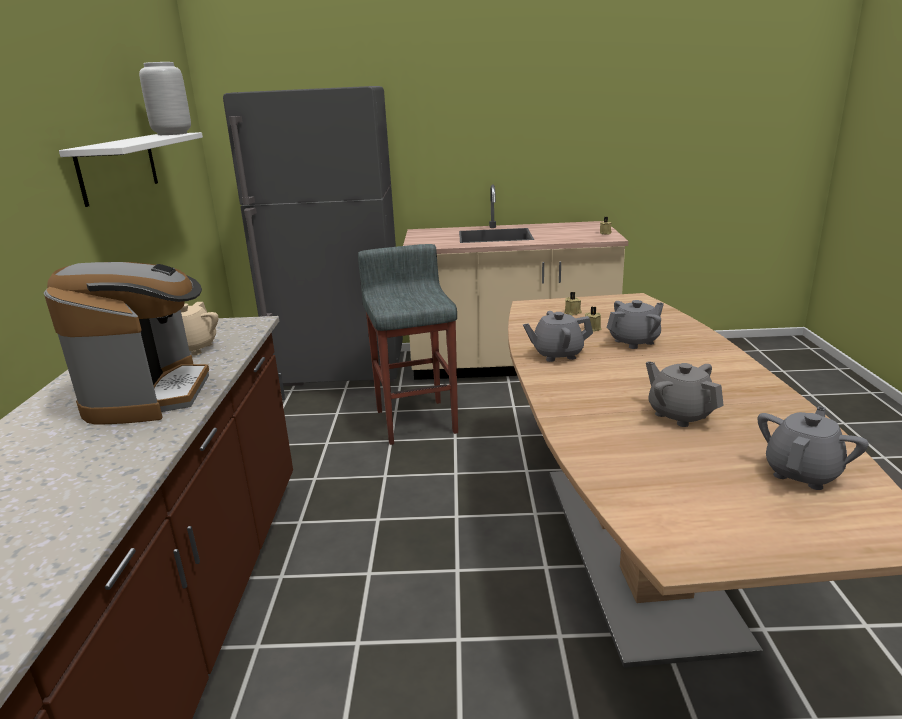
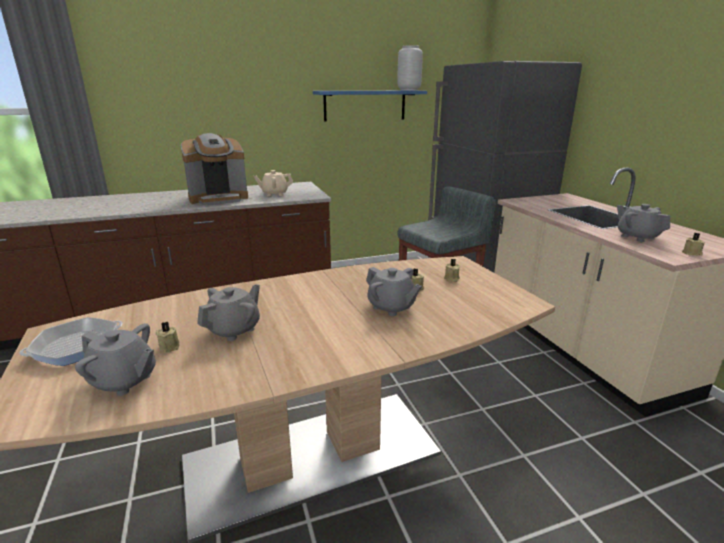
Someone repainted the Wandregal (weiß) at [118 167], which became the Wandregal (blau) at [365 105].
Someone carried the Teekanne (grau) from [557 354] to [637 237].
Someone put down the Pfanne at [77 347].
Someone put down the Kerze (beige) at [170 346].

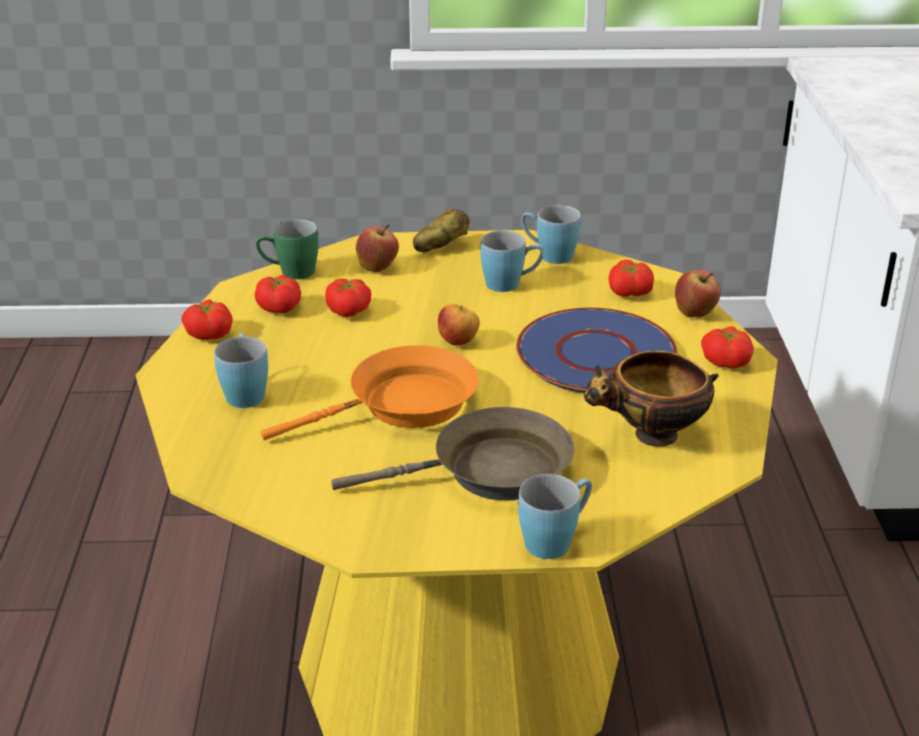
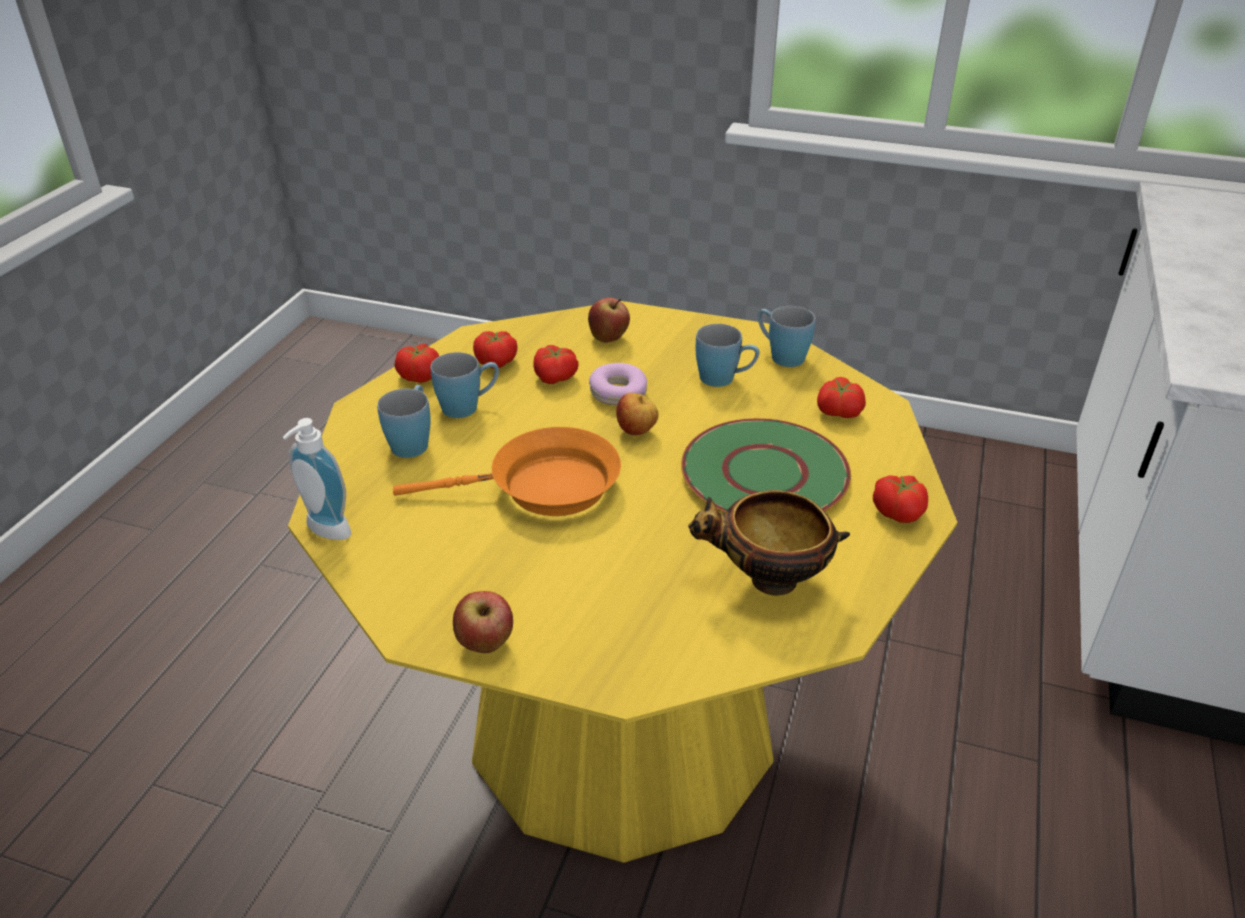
Someone took away the Kartoffel at [440 247].
Someone took away the Henkelbecher (grün) at [289 273].
Someone carried the Apfel from [695 314] to [485 645].
Someone repainted the Teller (blau) at [596 355], which became the Teller (grün) at [765 474].
Someone took away the Pfanne (braun) at [490 472].
Someone carried the Henkelbecher (blau) from [556 539] to [468 406].
Someone put down the Donut at [618 393].
Someone put down the Seifenspender at [324 532].

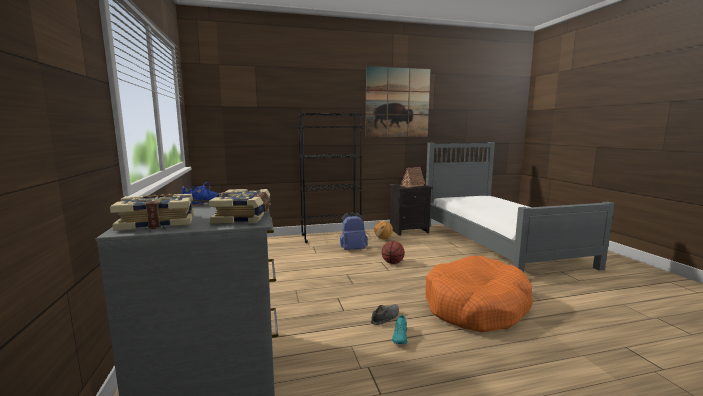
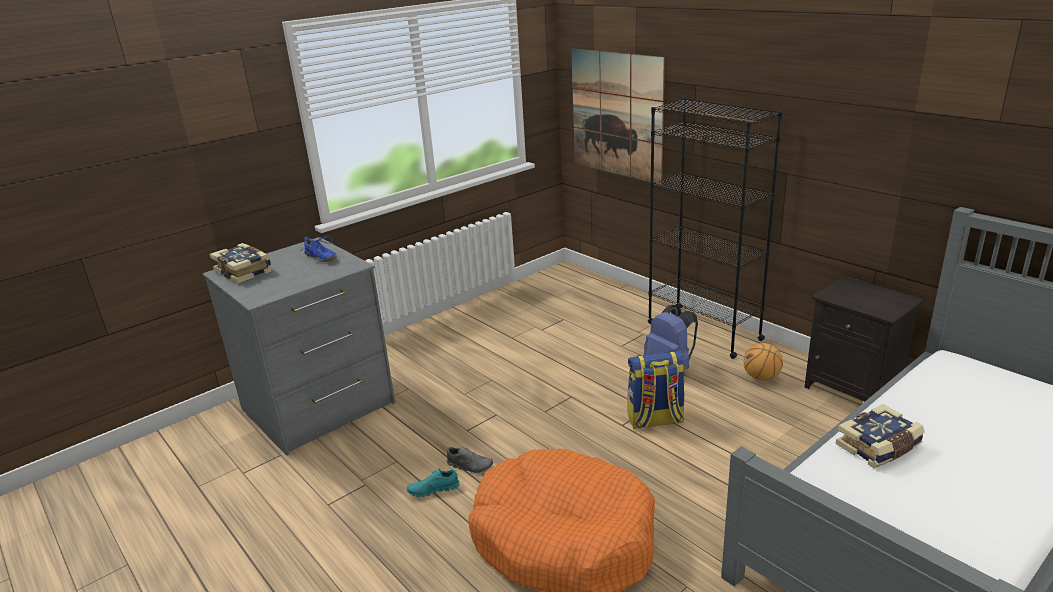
Someone carried the Bild from [397 103] to [616 114].
Someone took away the Spielzeughaus at [412 185].
Someone carried the Buch from [244 217] to [879 447].
Someone swapped the Basketball at [392 263] for the Rucksack at [655 420].

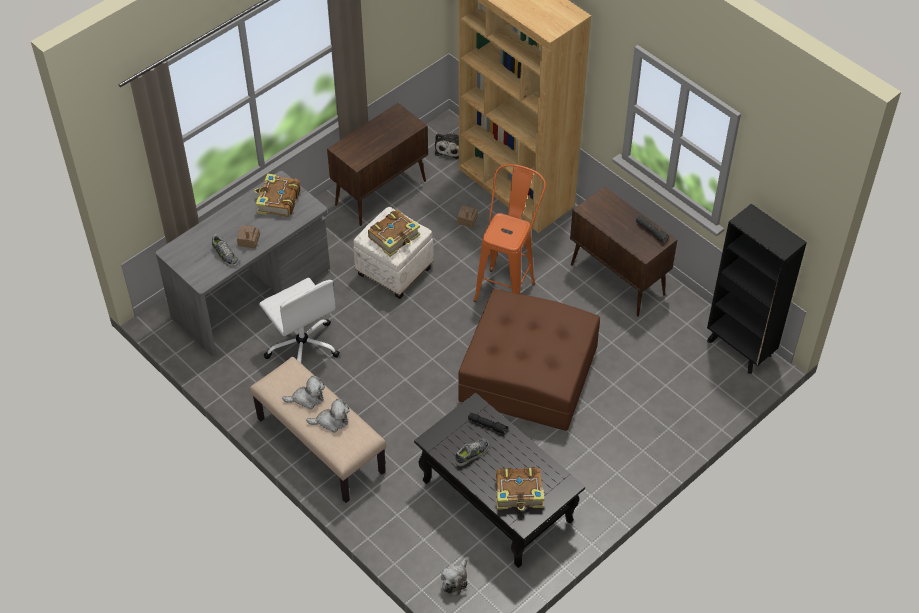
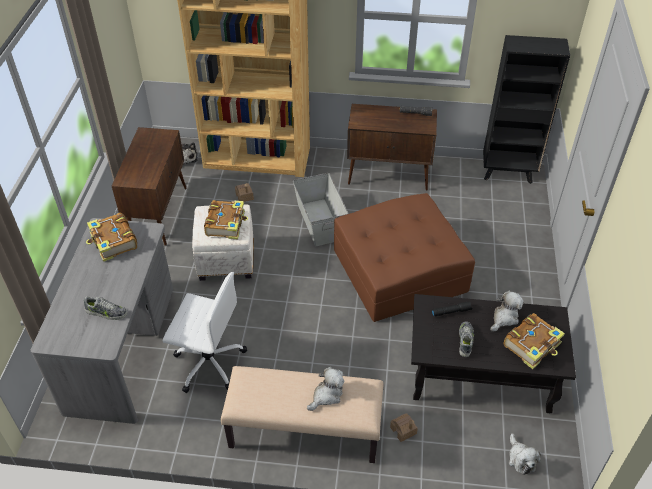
Someone swapped the Hocker (orange) at [508 285] for the Aufbewahrungsbox (grau) at [320 221].
Someone carried the Spielzeughaus from [249 240] to [403 430].
Someone carried the Plüschtier from [307 398] to [504 318].

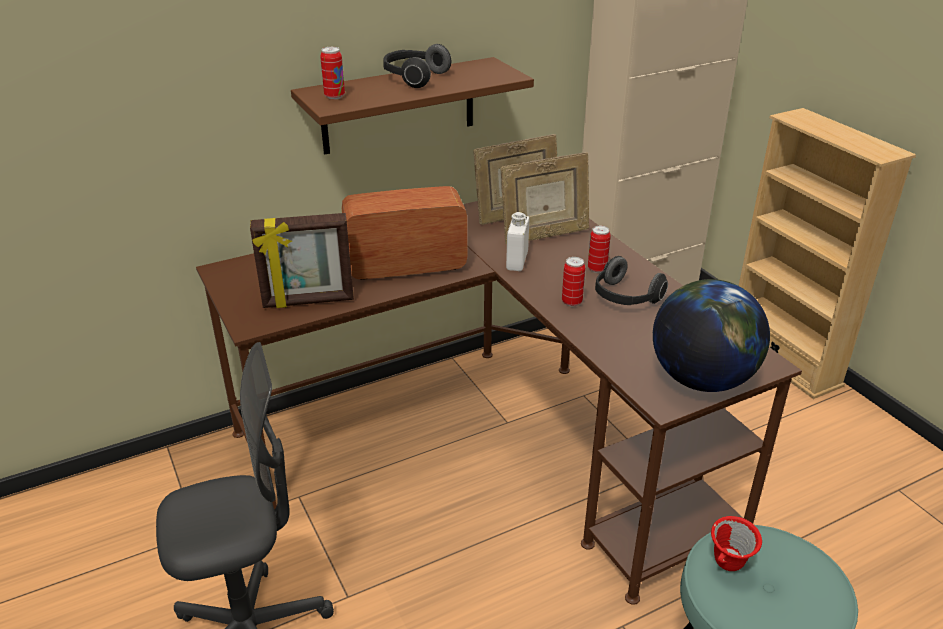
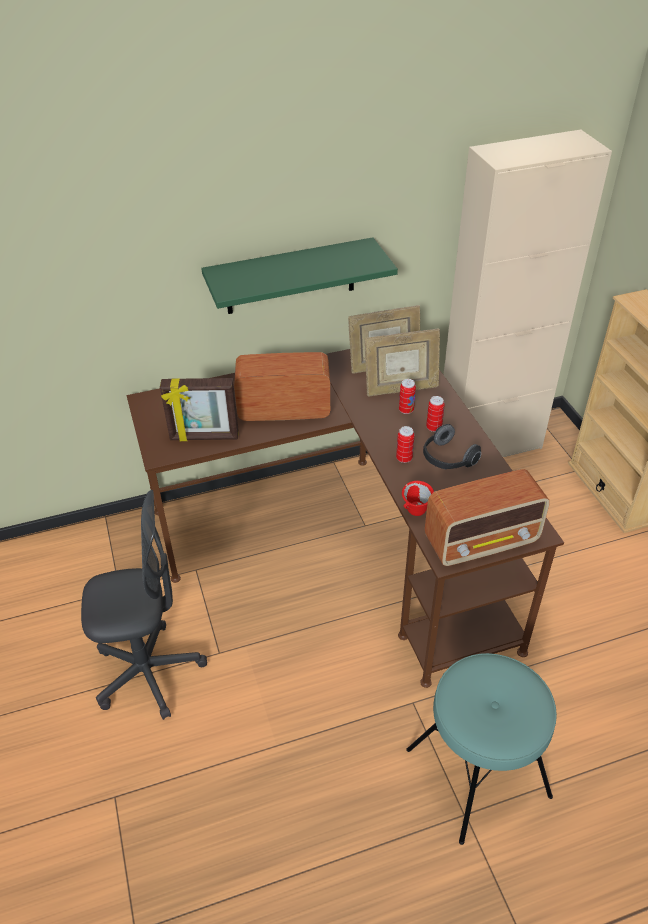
Someone took away the Kopfhörer at [414 78].
Someone carried the Dose from [334 96] to [406 410].
Someone repainted the Wandregal (braun) at [398 106], which became the Wandregal (grün) at [290 277].
Someone took away the Flasche (weiß) at [517 261].
Someone swapped the Globus at [701 379] for the Radio at [482 541].
Someone carried the Henkelbecher (rot) from [728 567] to [415 513].

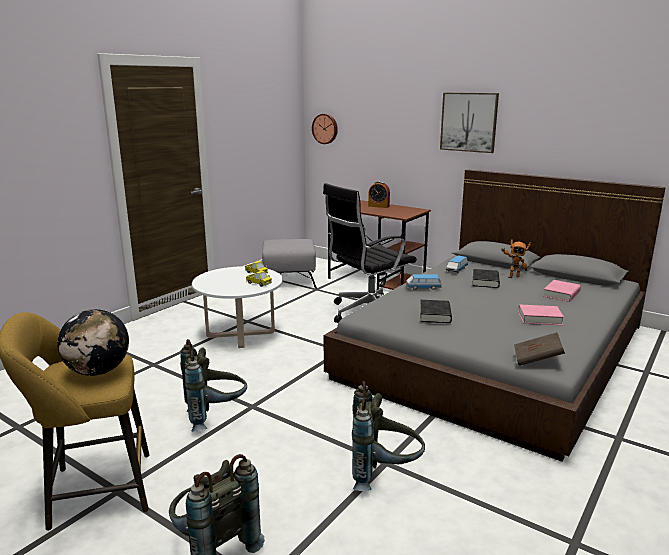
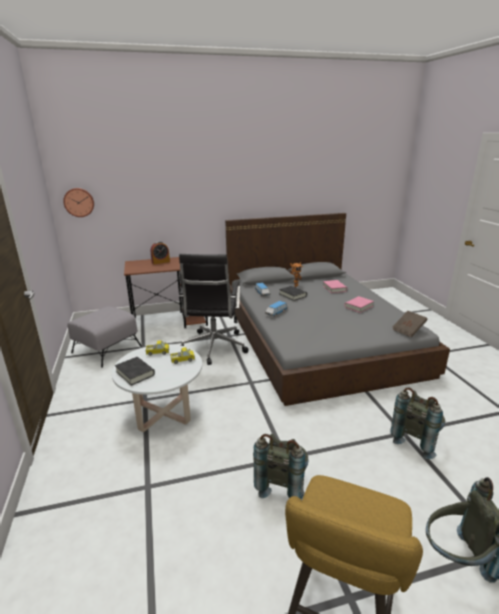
Someone took away the Bild at [469 122].
Someone carried the Buch (schwarz) from [435 315] to [135 373].
Someone took away the Globus at [98 371].

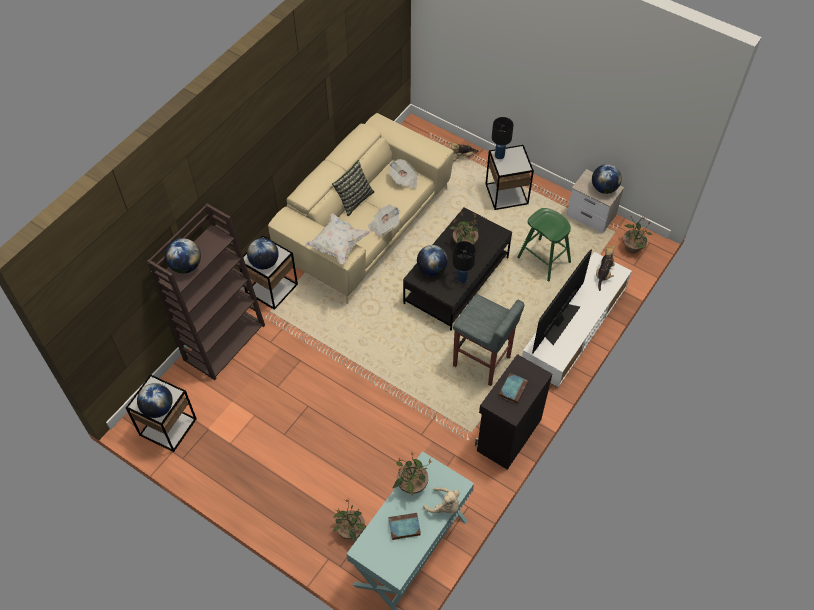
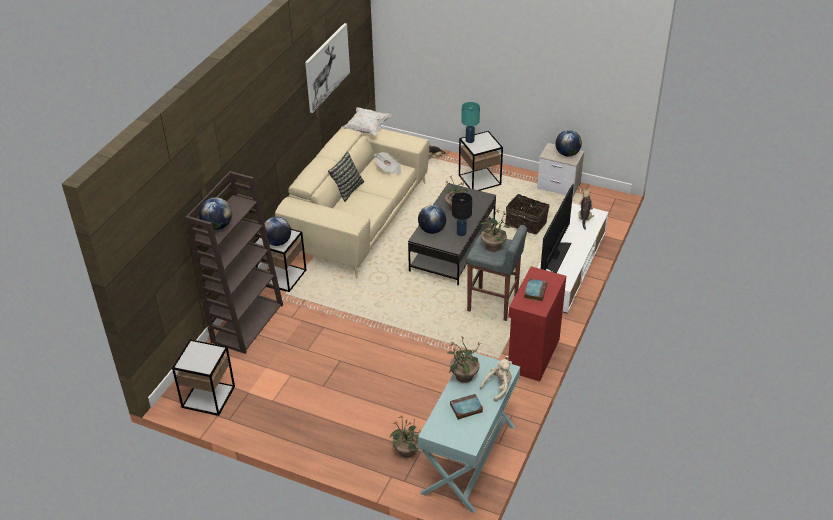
Someone repainted the Tischlampe (schwarz) at [499 156], which became the Tischlampe (türkis) at [470 140].
Someone took away the Zeitung at [384 226].
Someone swapped the Hocker (grün) at [543 259] for the Korb at [526 222].
Someone carried the Kissen (weiß) from [338 245] to [366 129].
Someone carried the Topfpflanze from [632 247] to [493 246].
Someone repainted the Schrank (schwarz) at [507 435], which became the Schrank (rot) at [532 355].
Someone took away the Globus at [158 408].
Someone rotated the Plüschtier (beige) at [444 506] by 60 degrees counterclockwise.
Someone put up the Bild at [327 67].

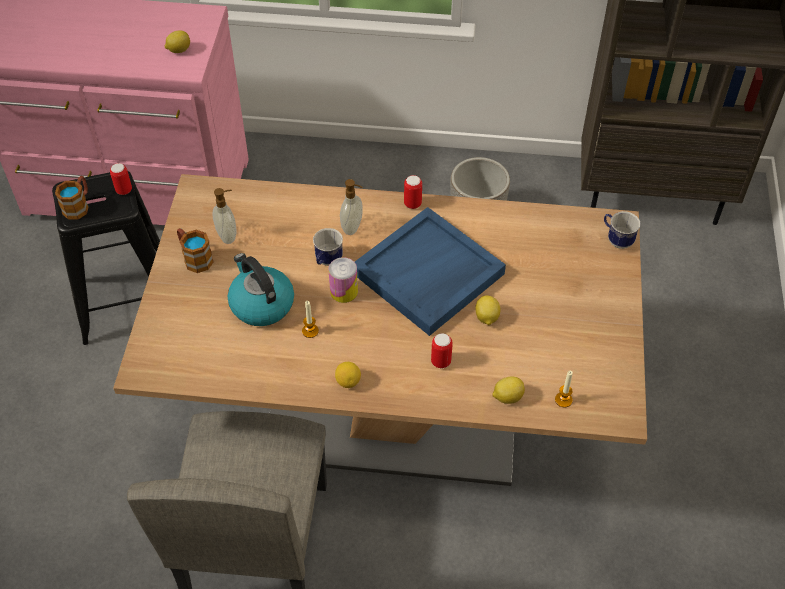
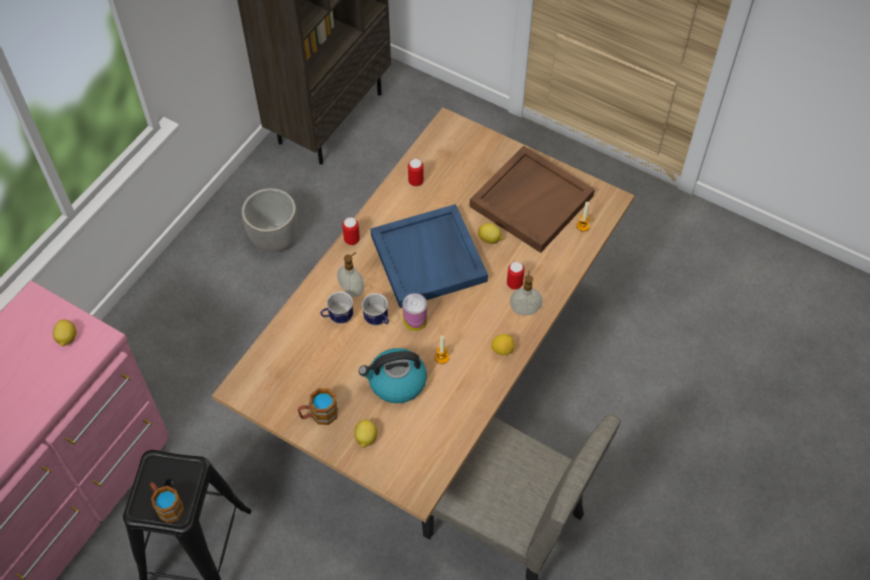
Someone carried the Dose from [124 190] to [415 181].
Someone carried the Seifenspender from [228 235] to [524 309].
Someone carried the Henkelbecher from [616 239] to [337 317].
Someone carried the Zitrone from [507 397] to [365 438].
Someone put down the Tablett (braun) at [531 200].

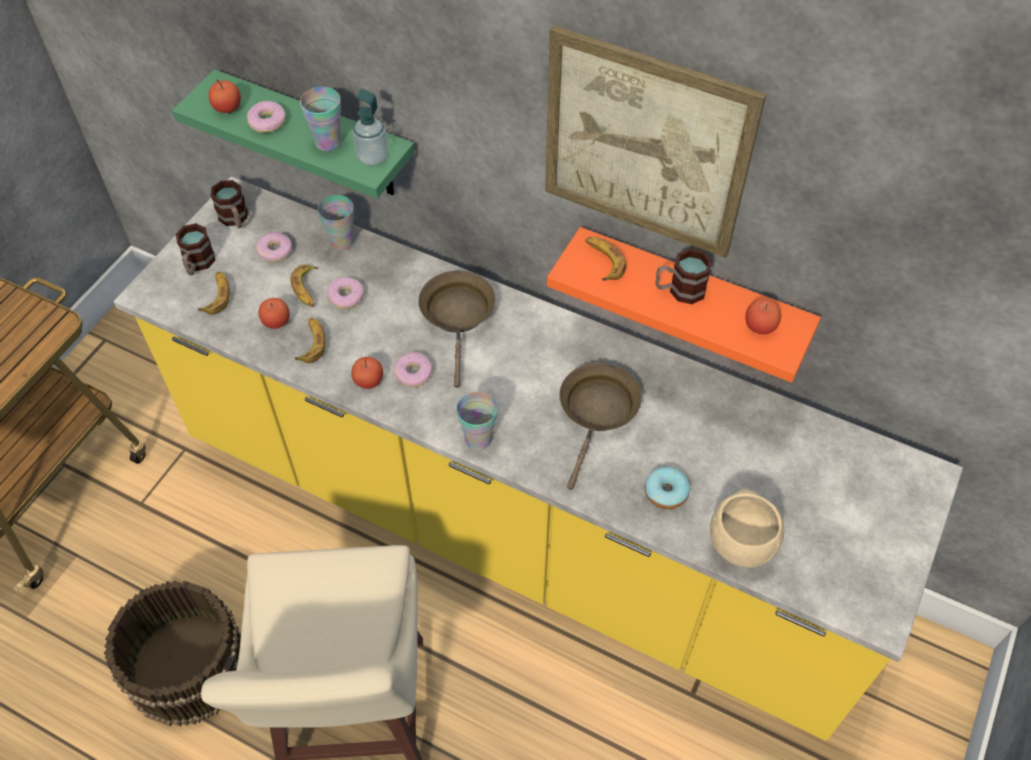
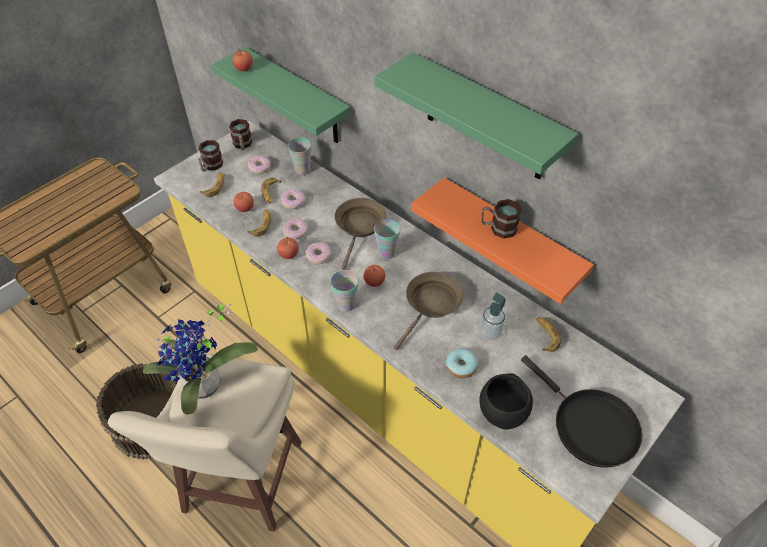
Someone swapped the Bild at [645 145] for the Wandregal (grün) at [486 119].
Someone carried the Tasse from [328 142] to [387 253].
Someone carried the Seifenspender from [372 157] to [490 332].
Someone carried the Donut from [268 122] to [296 232].
Someone carried the Banane from [603 261] to [545 336].
Someone carried the Apfel from [760 326] to [374 282].
Someone repainted the Schüssel (beige) at [740 545], which became the Schüssel (schwarz) at [502 413].
Someone put down the Topfpflanze at [205 389].
Someone put down the Pfanne (schwarz) at [590 426].

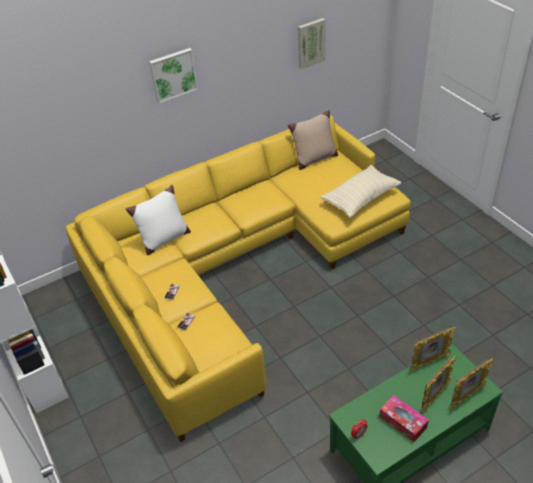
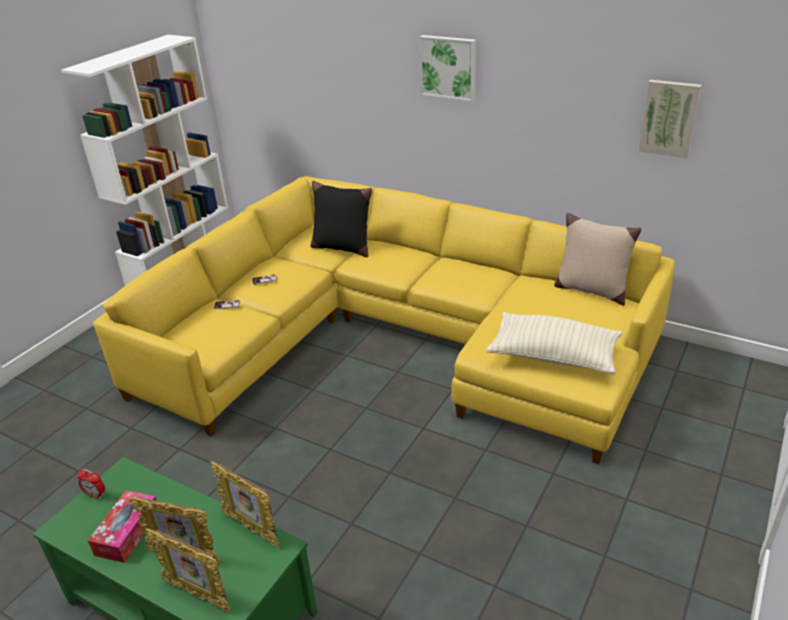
Someone repainted the Kissen (weiß) at [164 240], which became the Kissen (schwarz) at [342 247].

